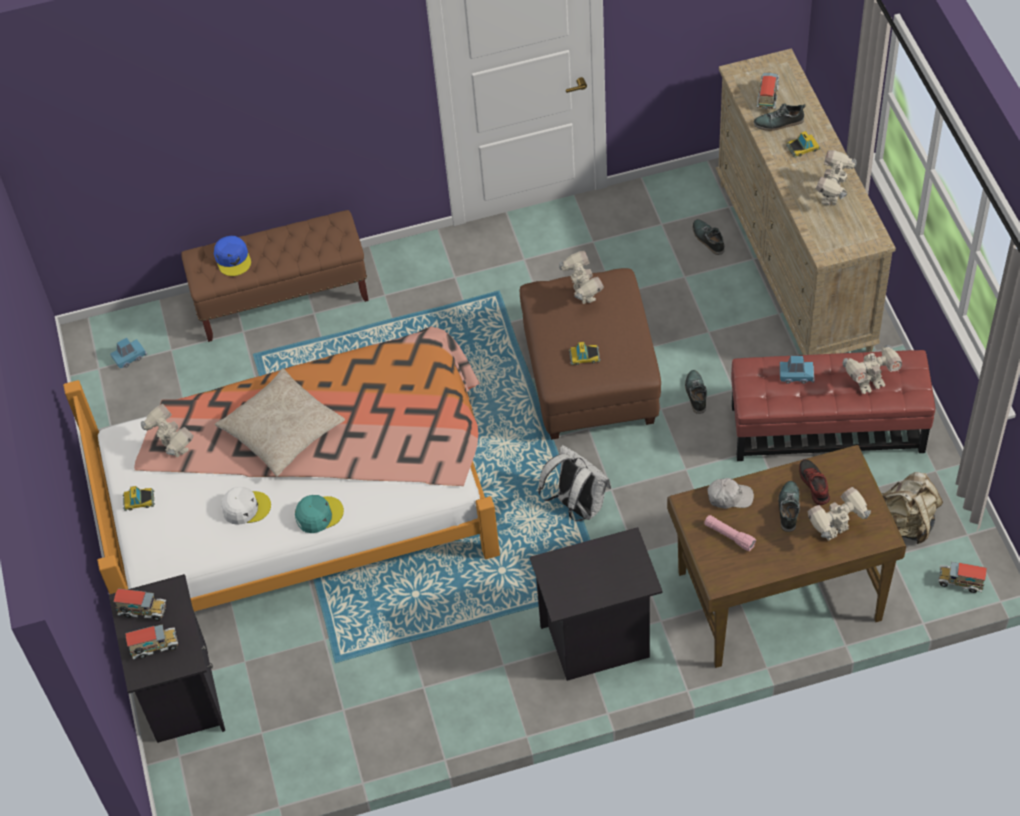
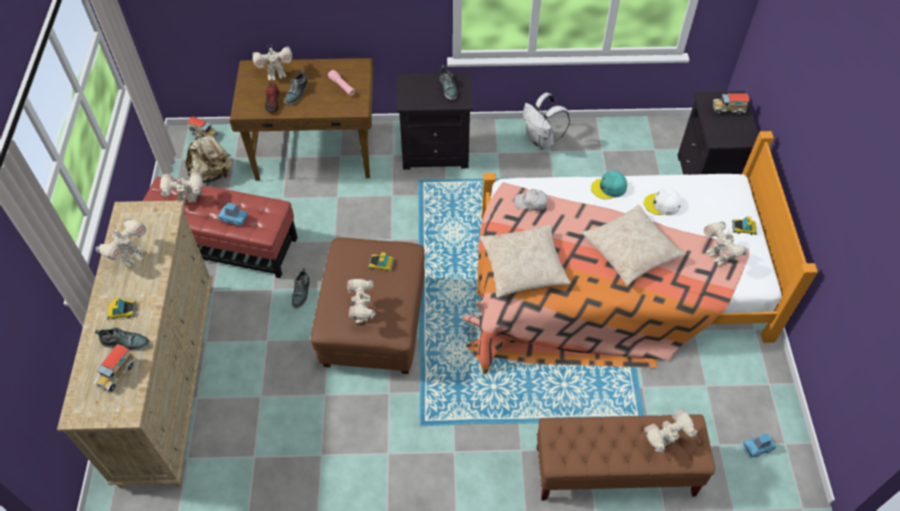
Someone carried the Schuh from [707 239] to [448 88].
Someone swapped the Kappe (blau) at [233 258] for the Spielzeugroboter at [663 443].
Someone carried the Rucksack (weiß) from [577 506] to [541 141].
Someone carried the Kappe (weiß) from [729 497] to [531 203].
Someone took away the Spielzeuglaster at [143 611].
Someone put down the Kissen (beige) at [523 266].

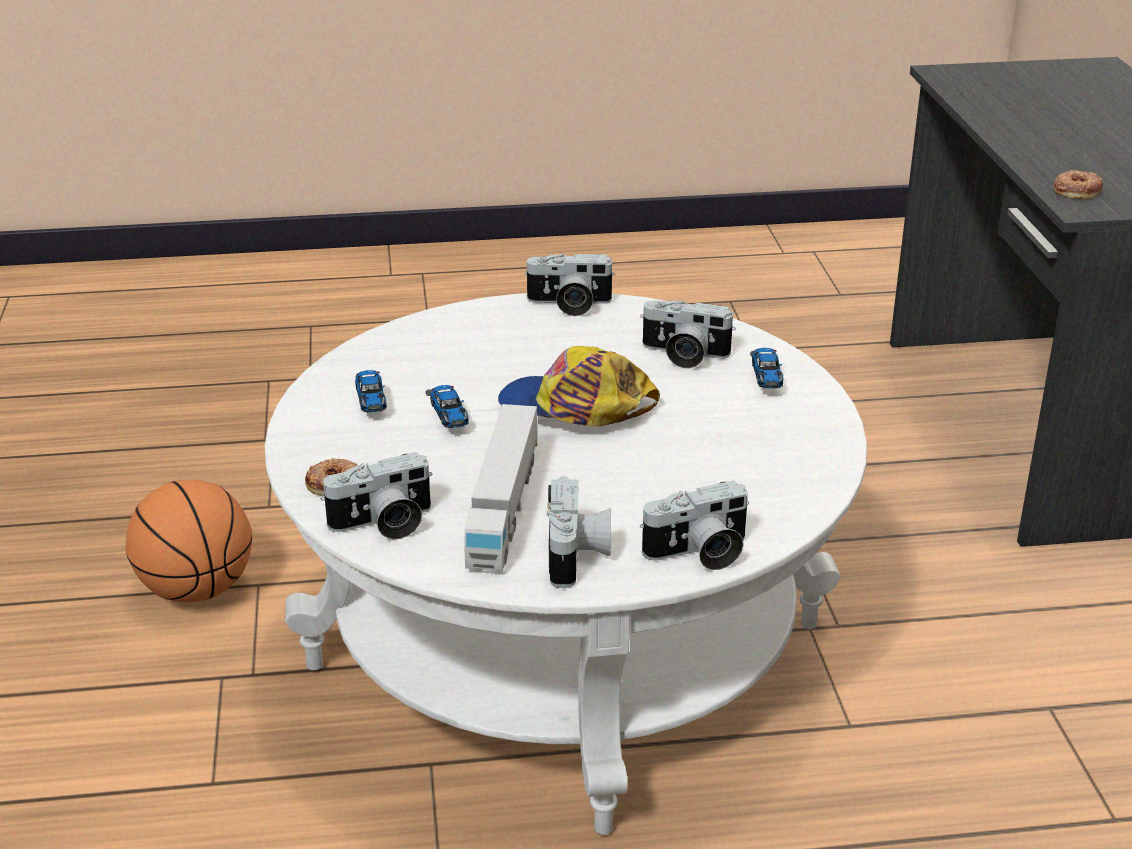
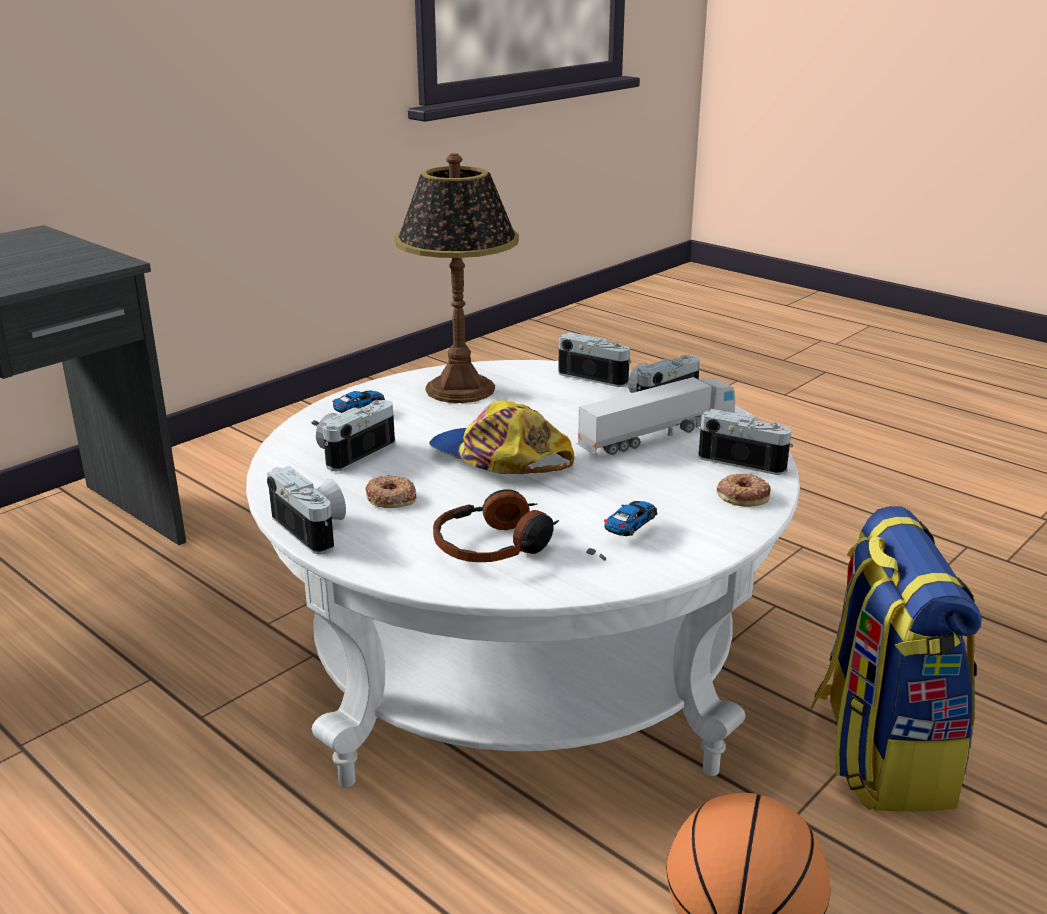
Someone carried the Donut from [1076 190] to [391 498].
Someone rotated the Kamera at [683 355] by 120 degrees counterclockwise.
Someone rotated the Kappe at [575 408] by 150 degrees clockwise.
Someone took away the Spielzeugauto at [446 415].
Someone put down the Tischlampe at [461 389].
Someone put down the Kopfhörer at [495 545].
Someone put down the Rucksack at [879 753].

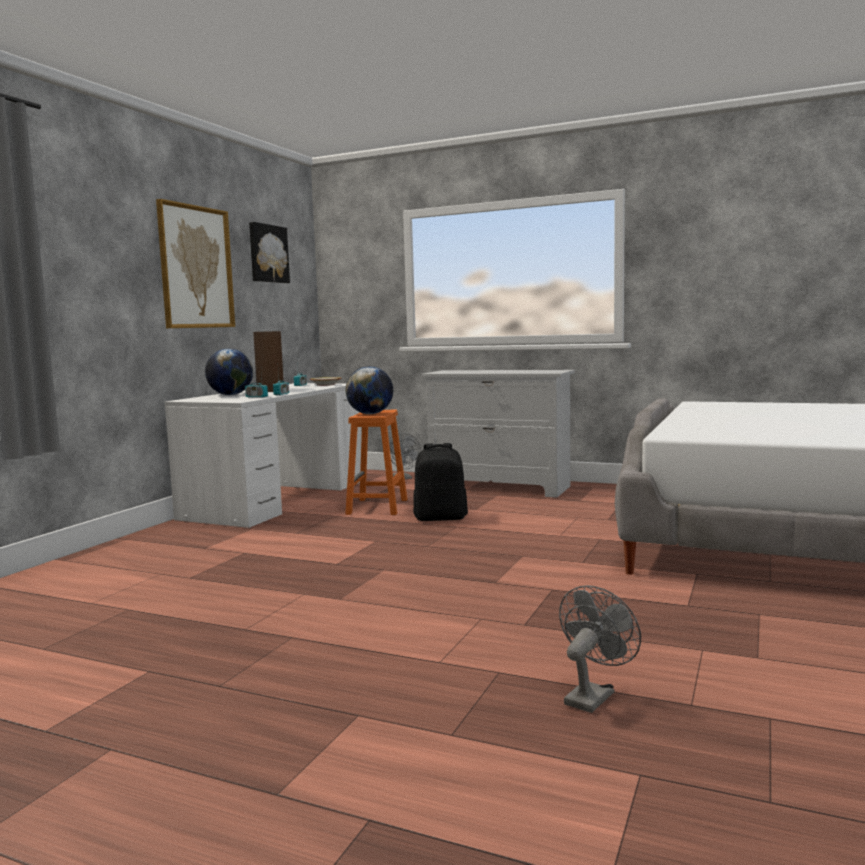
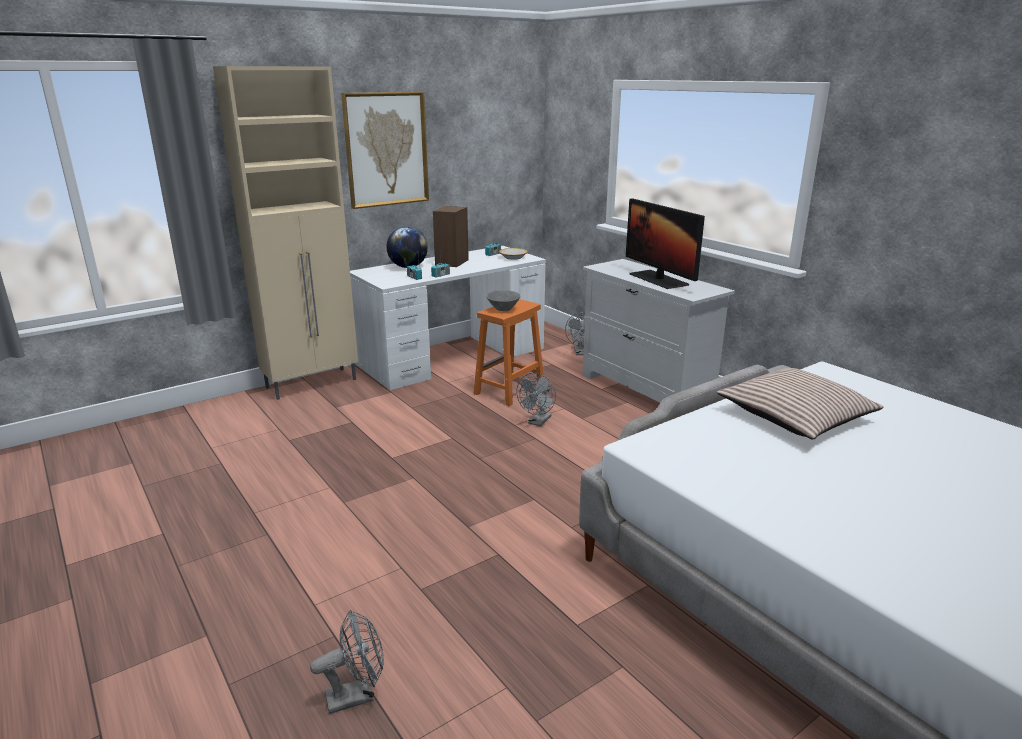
Someone took away the Bild at [267 253].
Someone swapped the Globus at [370 414] for the Schüssel (grau) at [503 309].
Someone swapped the Rucksack (schwarz) at [441 518] for the Ventilator (grau) at [538 422].
Someone put down the Schrank (beige) at [313 383].
Someone put down the Monitor at [658 279].
Someone put down the Kissen at [795 416].

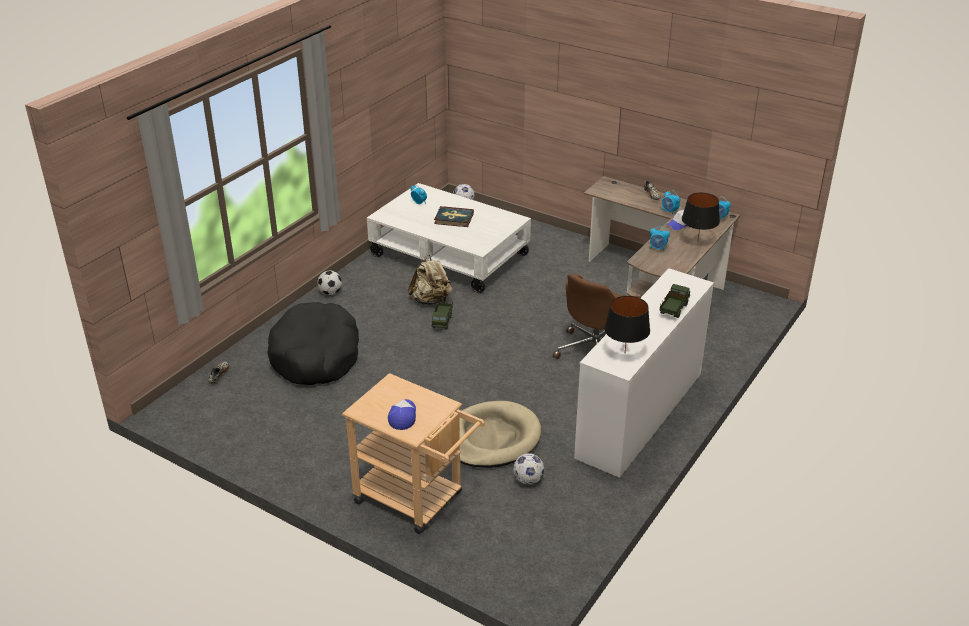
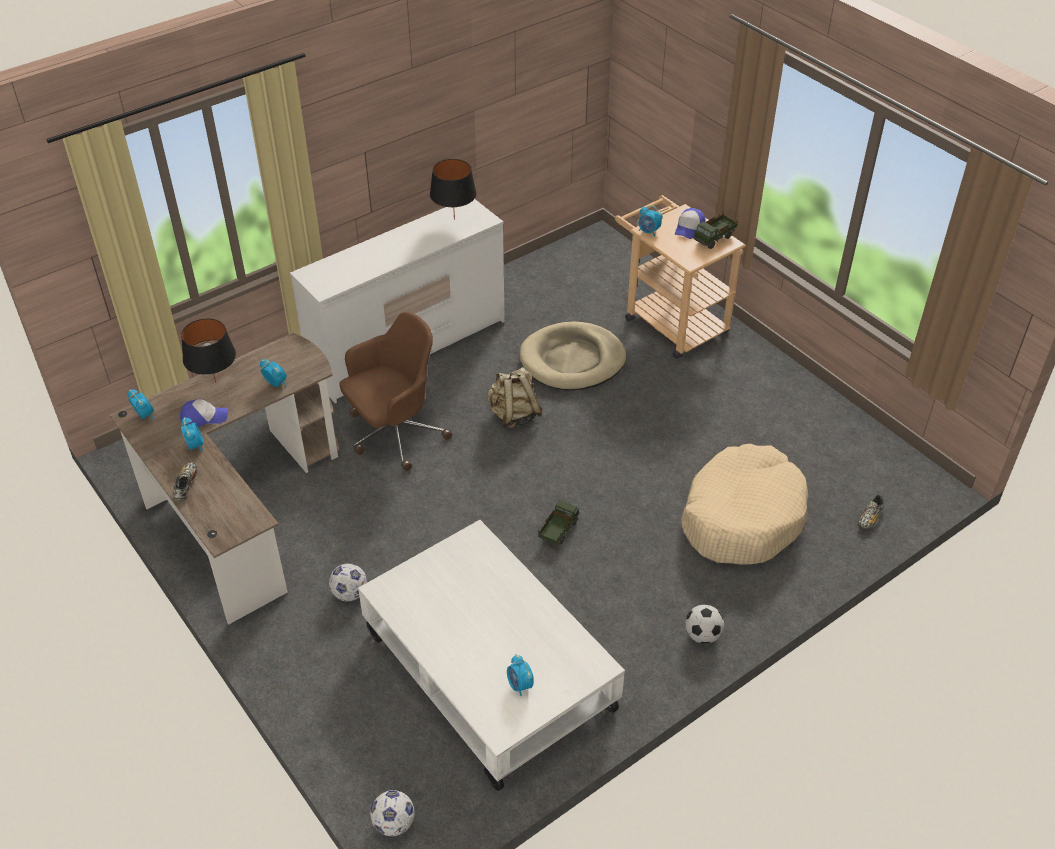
Someone took away the Buch at [454 218].
Someone carried the Rucksack (beige) from [431 300] to [514 415].
Someone carried the Spielzeuglaster from [673 310] to [714 239].
Someone repainted the Hundebett (schwarz) at [316 356], which became the Hundebett (beige) at [741 517].
Someone carried the Fußball from [528 480] to [350 594].
Someone put down the Wecker at [648 232].

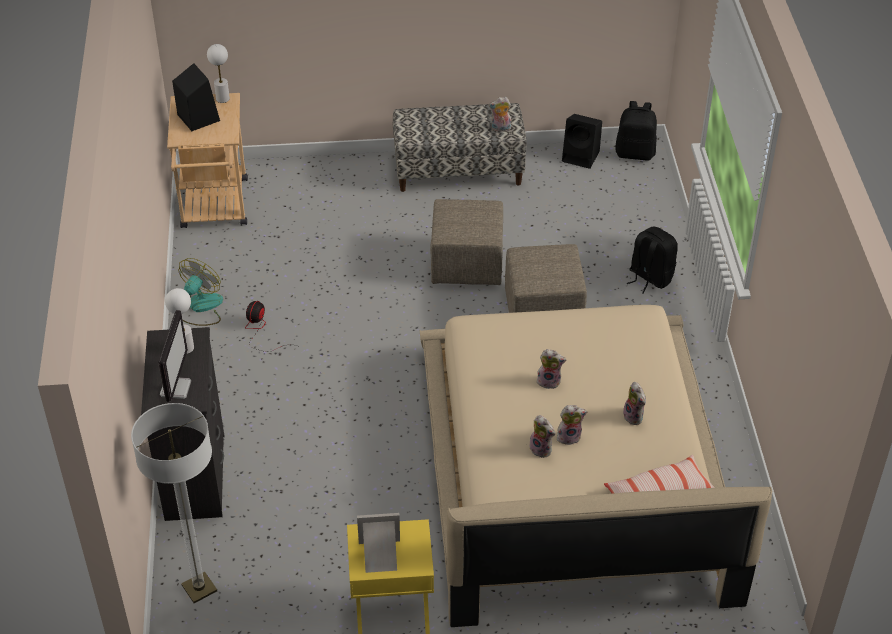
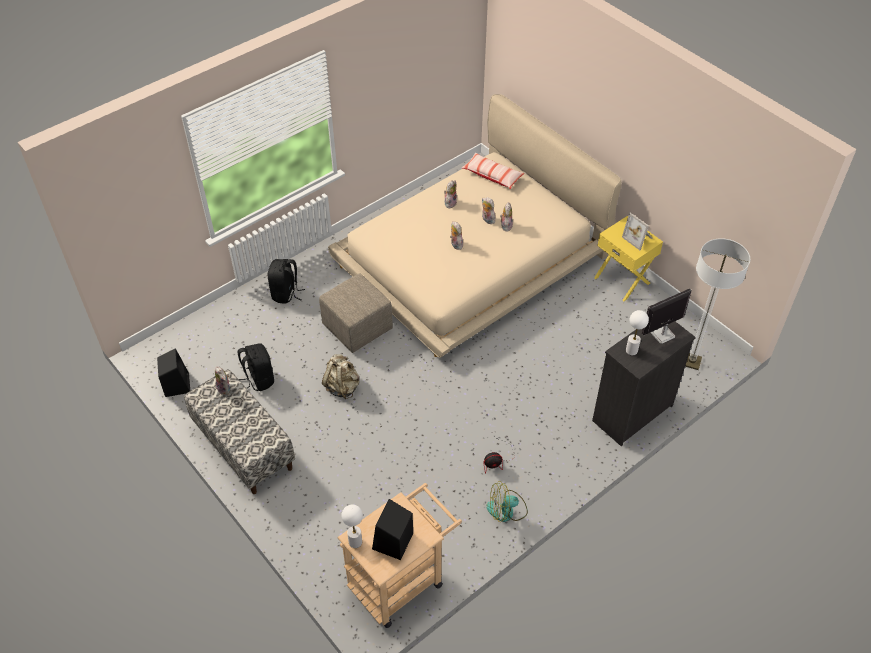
Someone carried the Rucksack (schwarz) from [635 153] to [258 379].
Someone swapped the Polsterhocker (beige) at [468 264] for the Rucksack (beige) at [342 387].

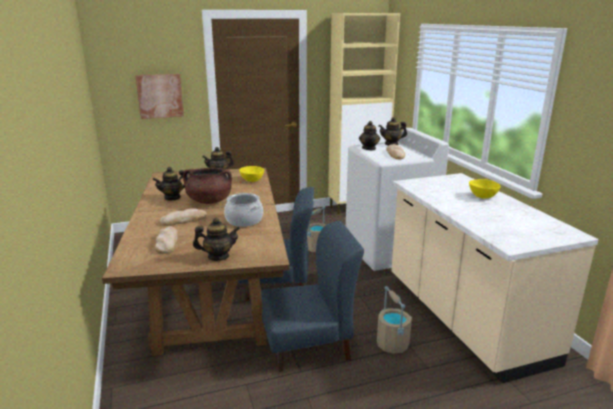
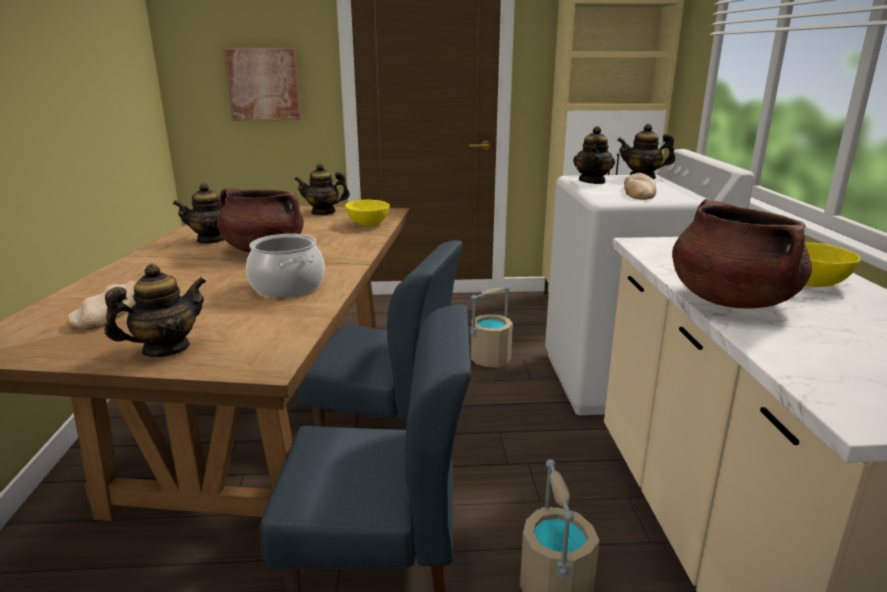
Someone took away the Brot at [184 220].
Someone rotated the Teekanne at [218 256] by 45 degrees counterclockwise.
Someone put down the Kochtopf (braun) at [730 300].

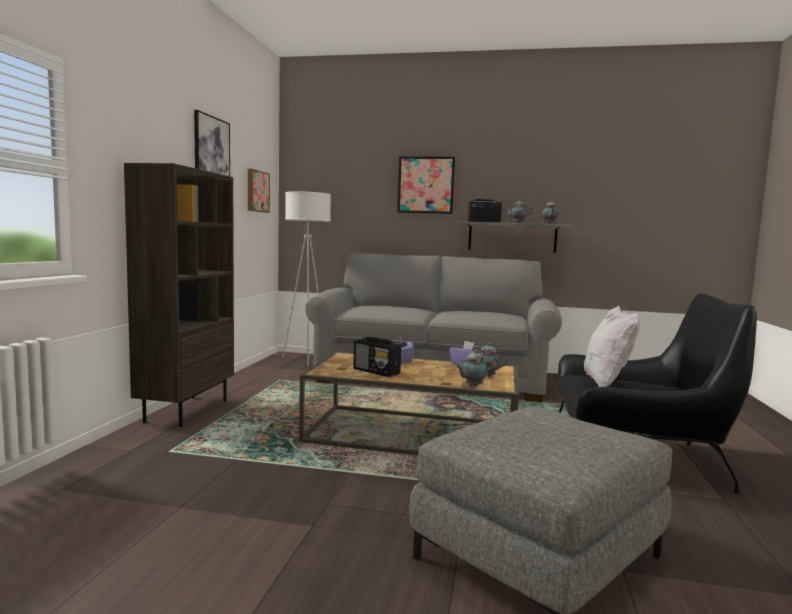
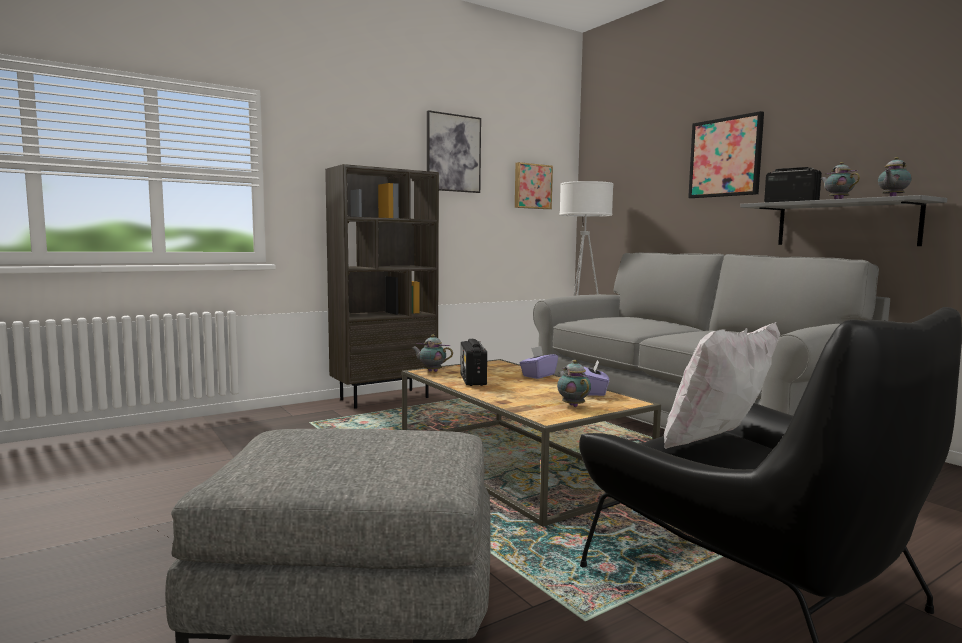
Someone carried the Teekanne from [472 386] to [431 371].

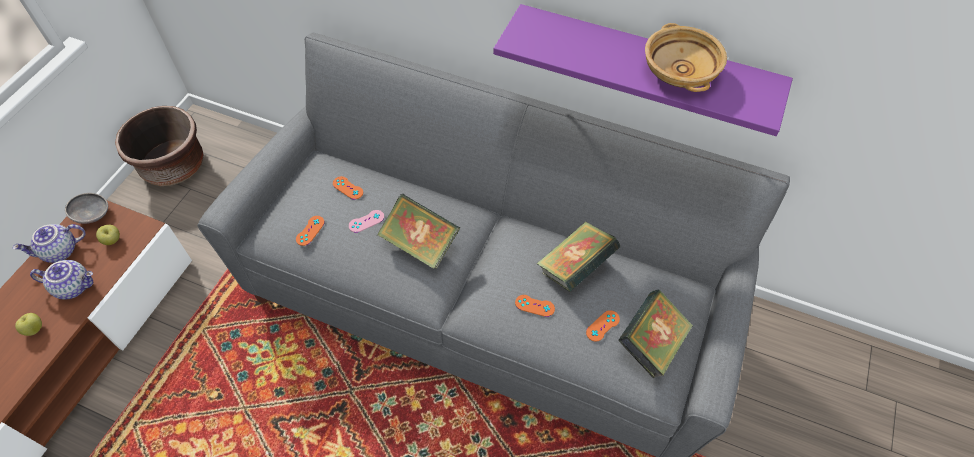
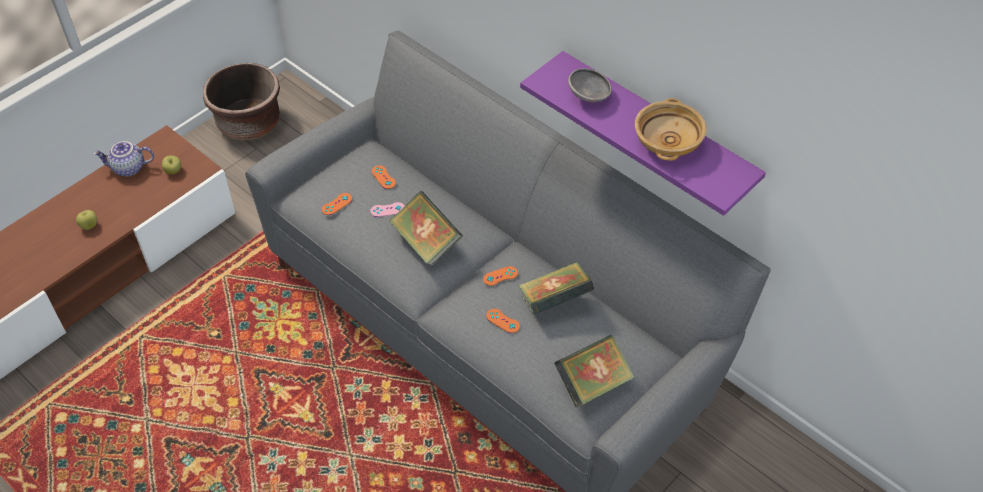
Someone carried the Schüssel (grau) from [93 215] to [589 96].
Someone took away the Teekanne at [74 286].
Someone carried the Gamepad (orange) from [602 326] to [500 276].

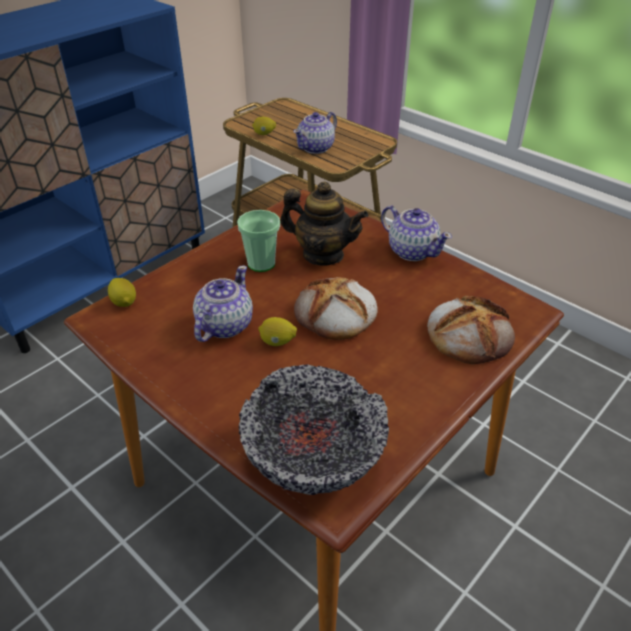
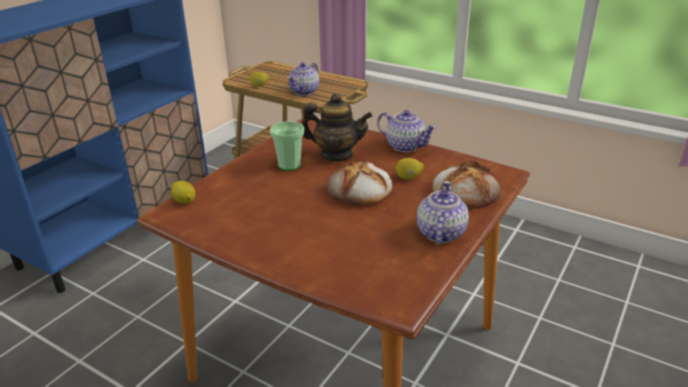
Someone carried the Teekanne from [224 325] to [440 233].
Someone carried the Zitrone from [277 342] to [408 177].
Someone took away the Schüssel at [314 460].

